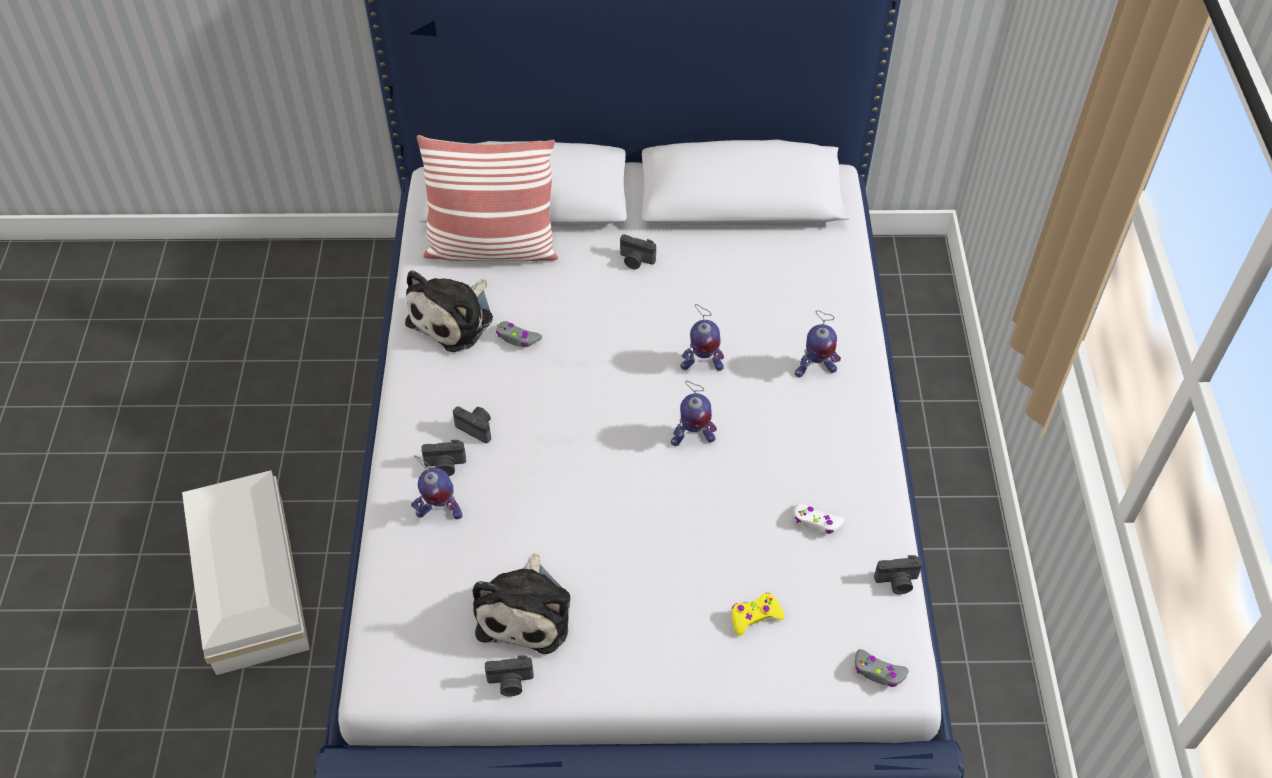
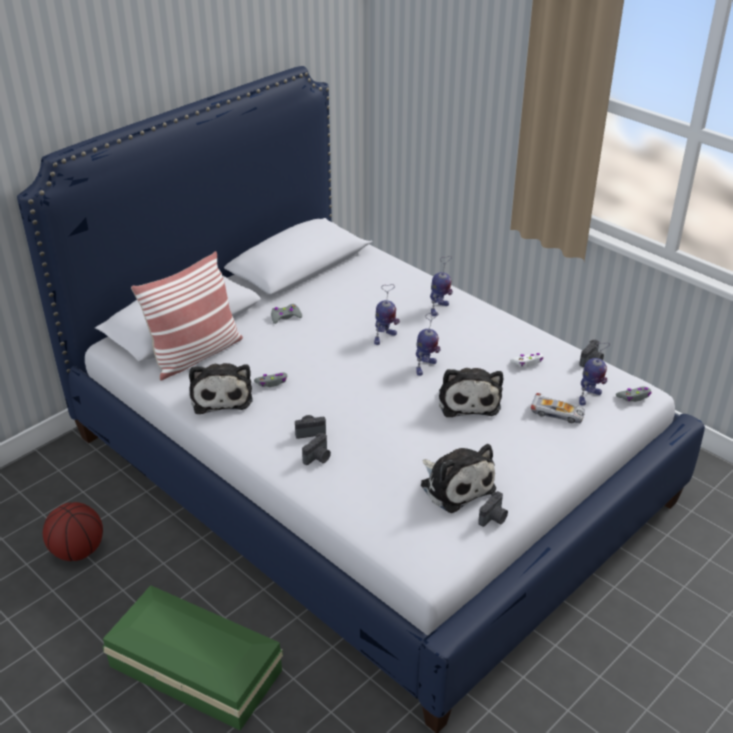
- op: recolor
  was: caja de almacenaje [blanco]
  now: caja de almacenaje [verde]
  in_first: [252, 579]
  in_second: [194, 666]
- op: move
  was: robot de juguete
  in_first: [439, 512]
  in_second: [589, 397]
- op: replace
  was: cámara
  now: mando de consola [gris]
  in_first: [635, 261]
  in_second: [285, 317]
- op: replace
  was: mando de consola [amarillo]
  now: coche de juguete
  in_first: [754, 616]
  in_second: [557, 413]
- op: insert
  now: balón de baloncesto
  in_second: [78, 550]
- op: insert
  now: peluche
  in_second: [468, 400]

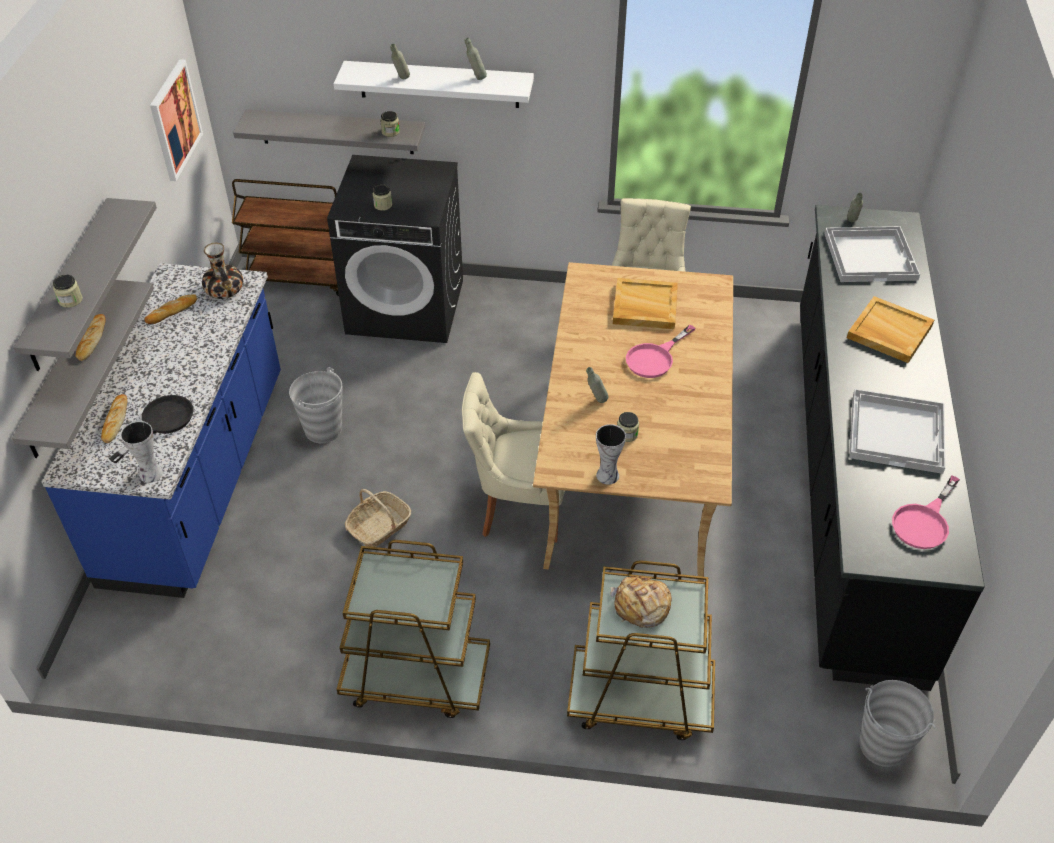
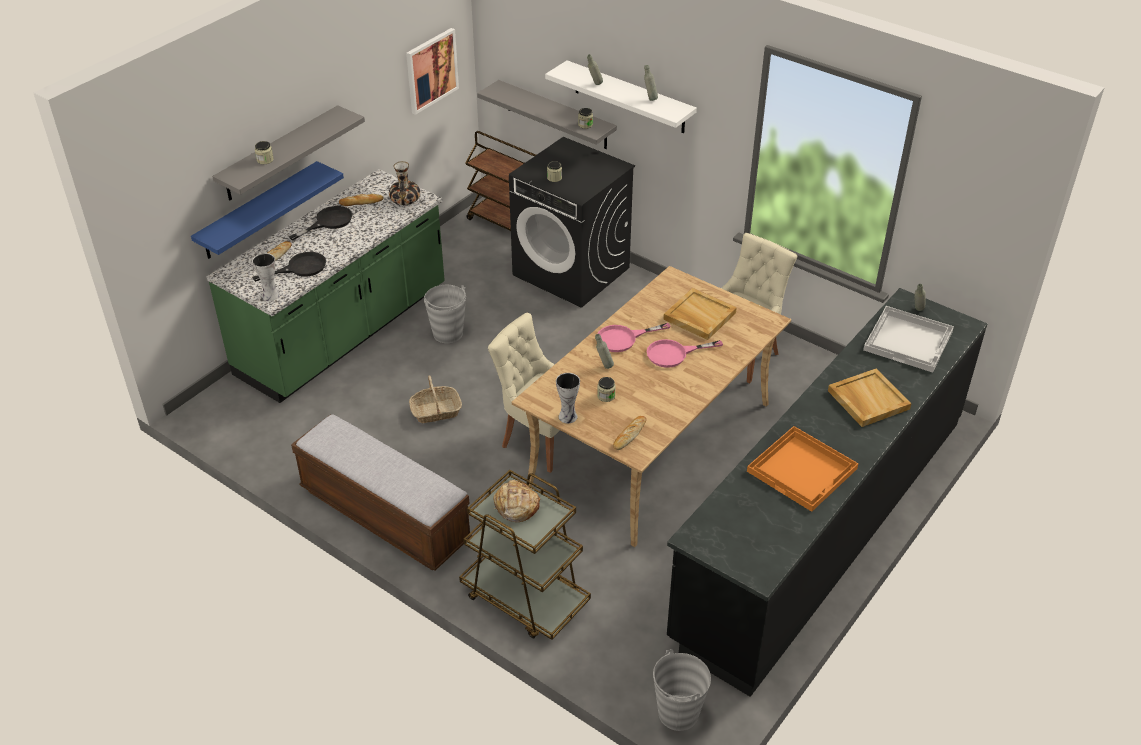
- op: recolor
  was: estante [gris]
  now: estante [azul]
  in_first: [67, 370]
  in_second: [259, 211]
- op: recolor
  was: mueble bajo de cocina [azul]
  now: mueble bajo de cocina [verde]
  in_first: [198, 477]
  in_second: [344, 332]
- op: move
  was: pan
  in_first: [91, 340]
  in_second: [629, 435]
- op: replace
  was: carrito [marrón]
  now: banco
  in_first: [415, 677]
  in_second: [384, 515]
- op: recolor
  was: bandeja [blanco]
  now: bandeja [naranja]
  in_first: [897, 432]
  in_second: [803, 470]
- op: move
  was: sartén [rosa]
  in_first: [924, 522]
  in_second: [623, 338]
- op: insert
  now: sartén [negro]
  in_second: [328, 222]

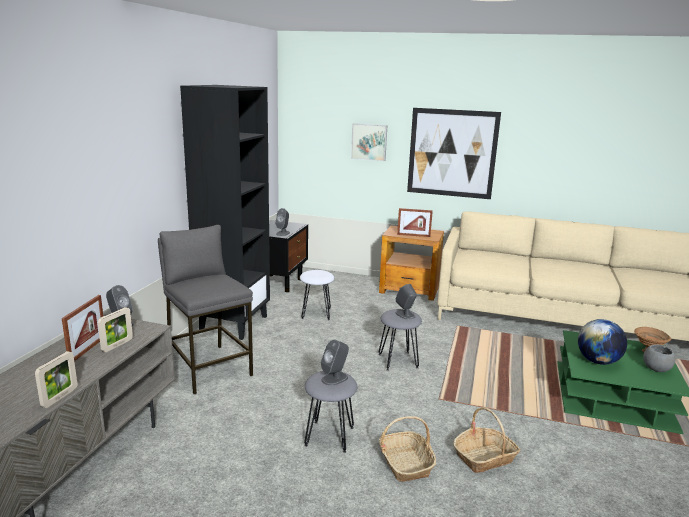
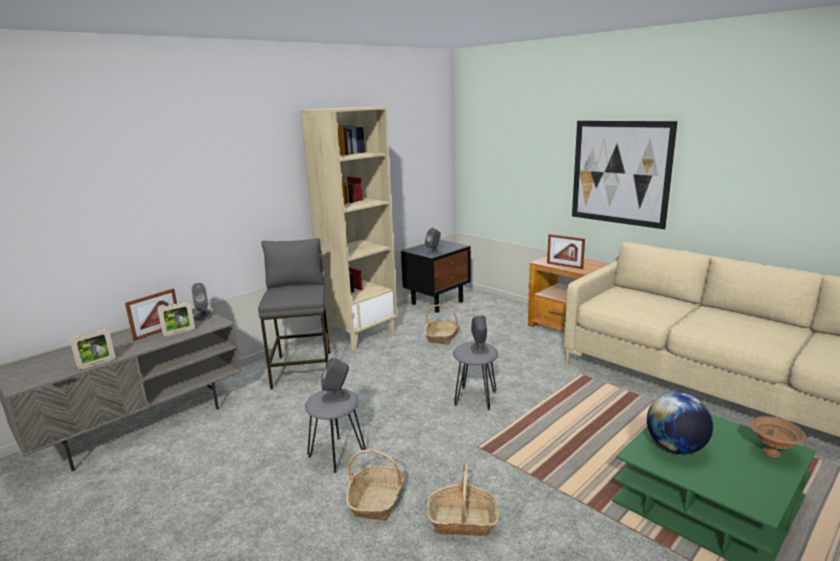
- op: recolor
  was: estantería [negro]
  now: estantería [beis]
  in_first: [233, 323]
  in_second: [360, 334]
- op: replace
  was: taburete [blanco]
  now: cesta
  in_first: [316, 313]
  in_second: [442, 336]
- op: delete
  was: cuadro
  in_first: [369, 142]
- op: delete
  was: cuenco [gris]
  in_first: [656, 369]

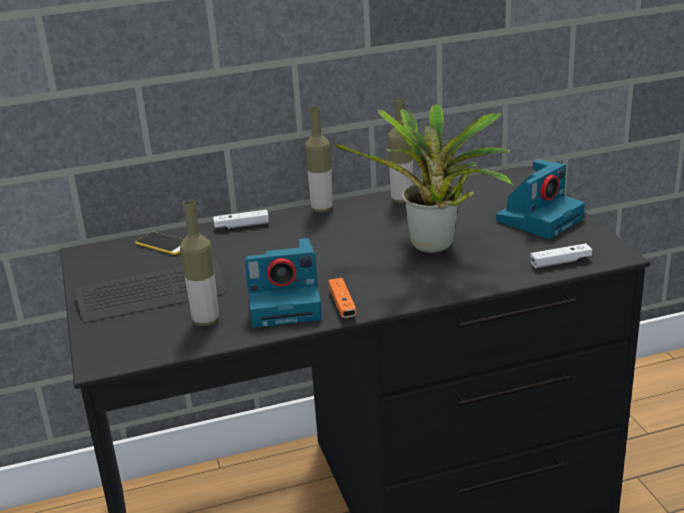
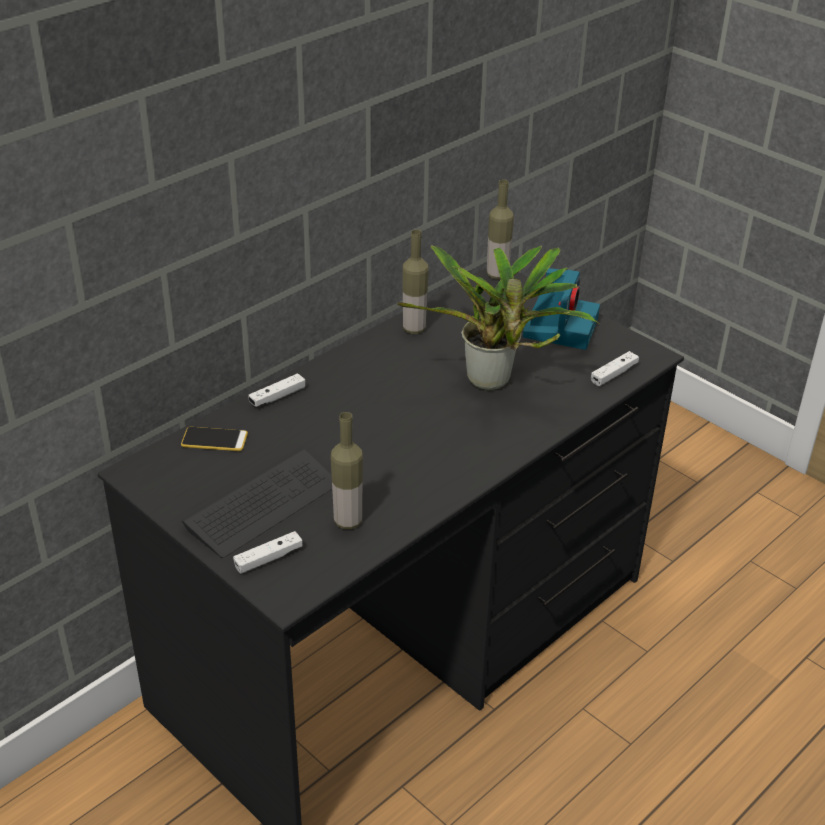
- op: delete
  was: cámara
  in_first: [286, 303]
- op: move
  was: botella
  in_first: [322, 209]
  in_second: [497, 275]
- op: delete
  was: mando de consola [naranja]
  in_first: [342, 305]
- op: insert
  now: mando de consola [blanco]
  in_second: [268, 558]

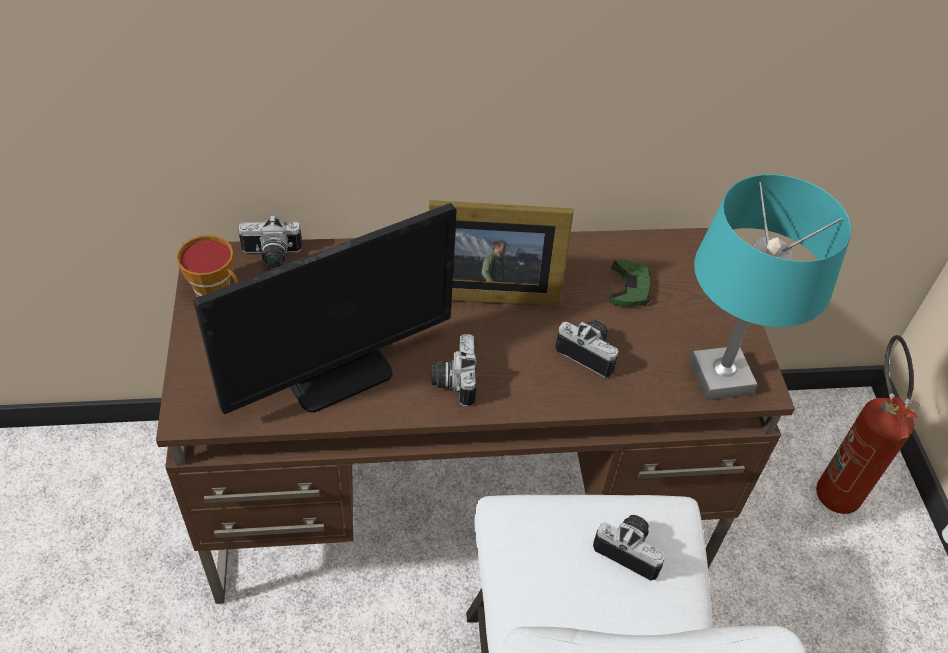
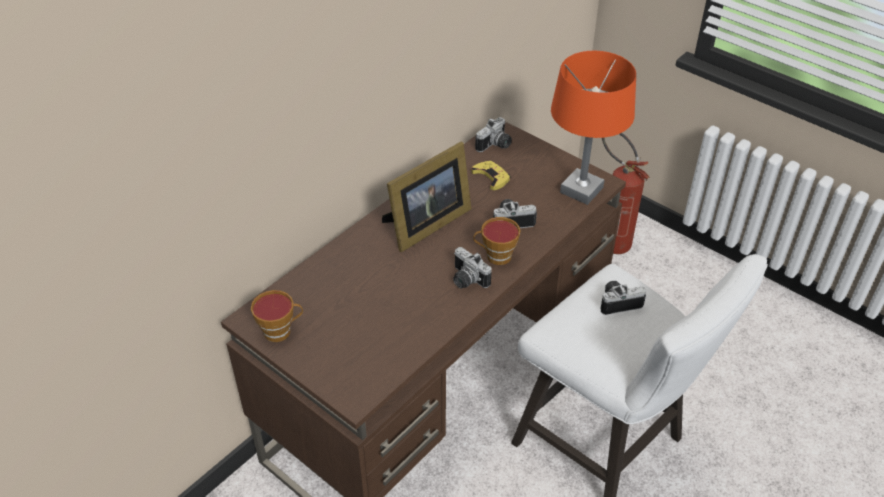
- op: delete
  was: monitor
  in_first: [338, 373]
- op: move
  was: cámara
  in_first: [271, 256]
  in_second: [495, 145]
- op: recolor
  was: mando de consola [verde]
  now: mando de consola [amarillo]
  in_first: [629, 287]
  in_second: [491, 177]
- op: recolor
  was: lámpara de mesa [turquesa]
  now: lámpara de mesa [naranja]
  in_first: [721, 378]
  in_second: [581, 190]
- op: insert
  now: taza
  in_second: [495, 256]

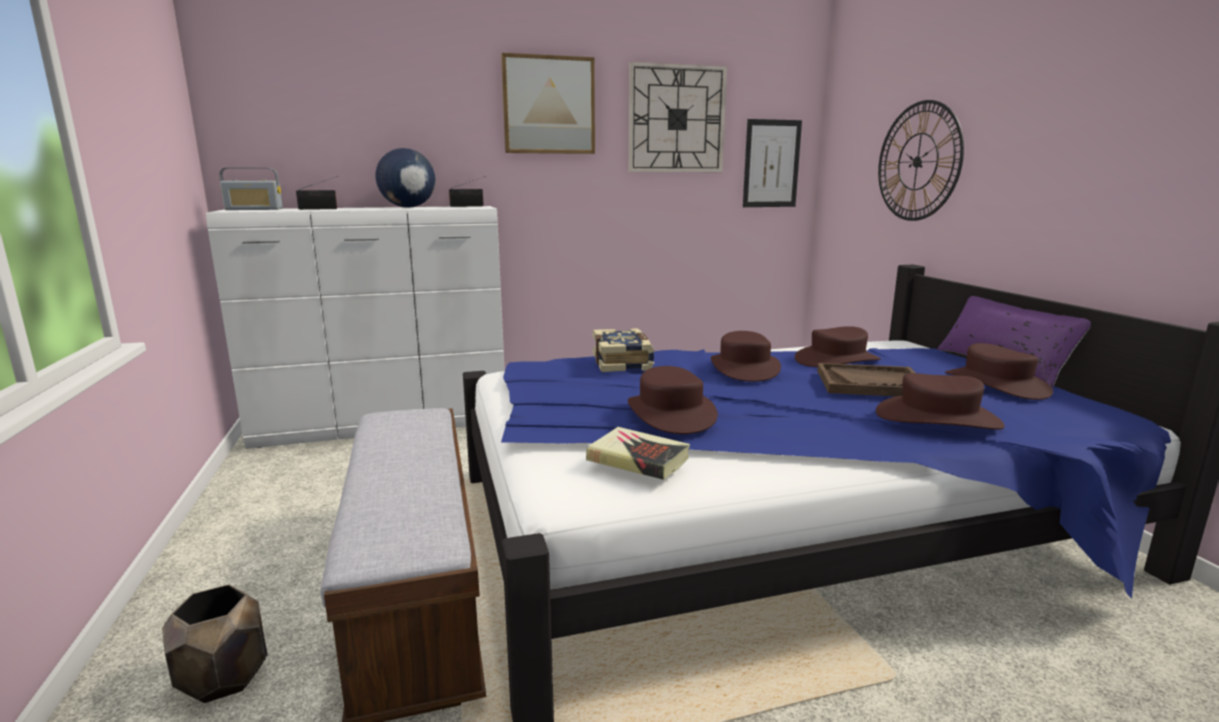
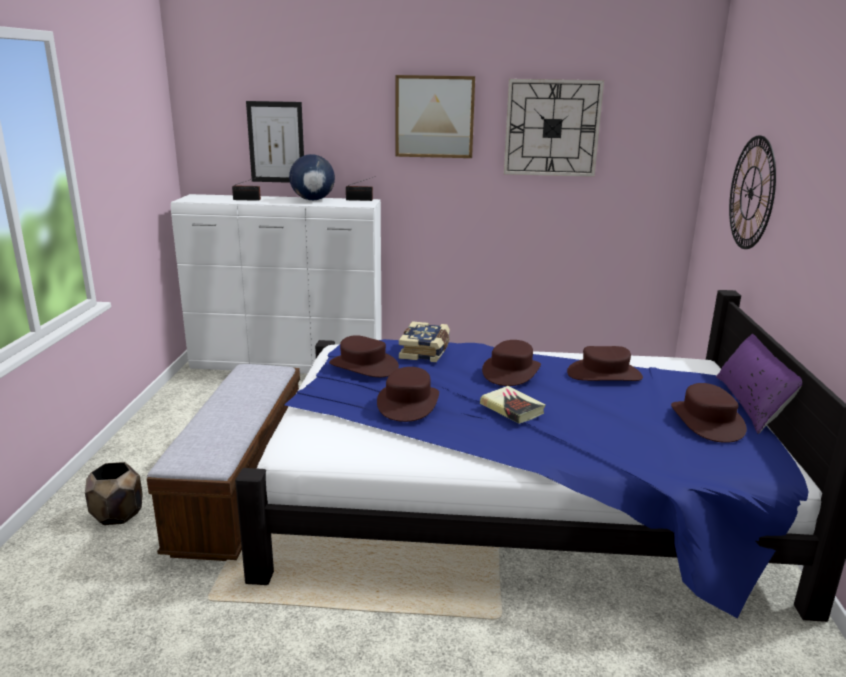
- op: delete
  was: radio
  in_first: [254, 209]
- op: move
  was: libro
  in_first: [638, 459]
  in_second: [512, 408]
- op: move
  was: cuadro
  in_first: [771, 164]
  in_second: [276, 142]
- op: delete
  was: bandeja [marrón]
  in_first: [870, 383]
- op: move
  was: sombrero [marrón]
  in_first: [937, 418]
  in_second: [363, 366]

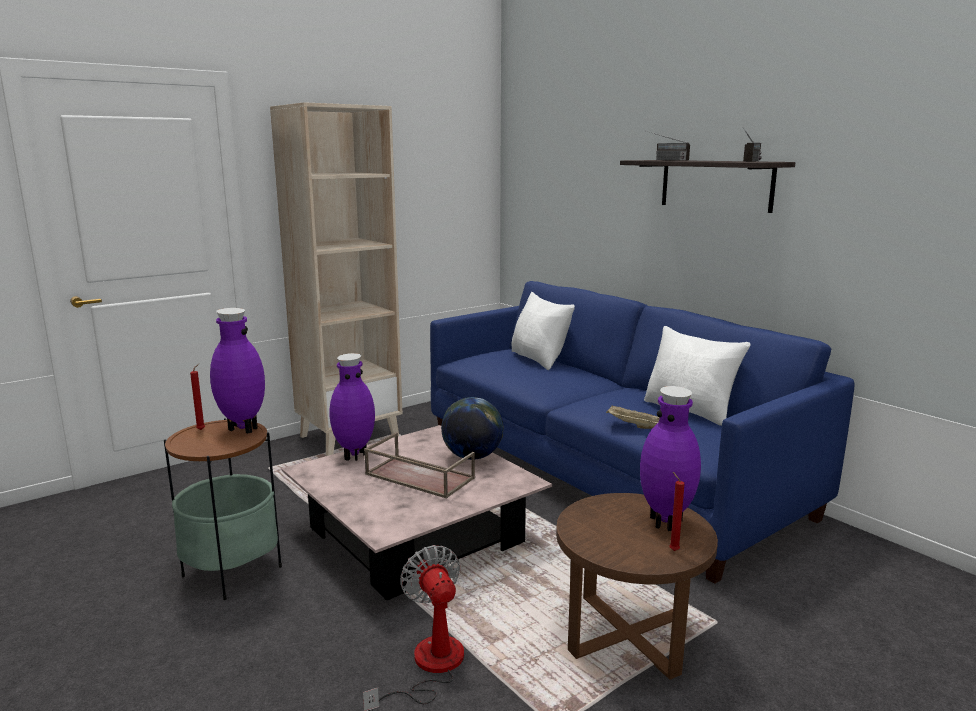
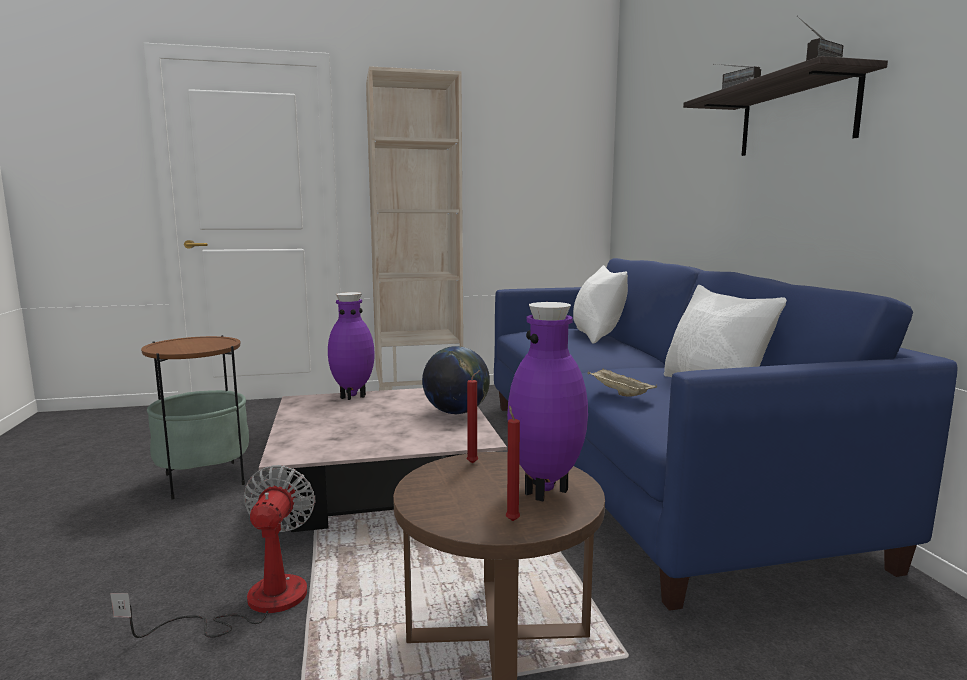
- op: move
  was: vela [rojo]
  in_first: [202, 429]
  in_second: [474, 463]
- op: delete
  was: florero [morado]
  in_first: [241, 429]
- op: delete
  was: bandeja [marrón]
  in_first: [418, 476]

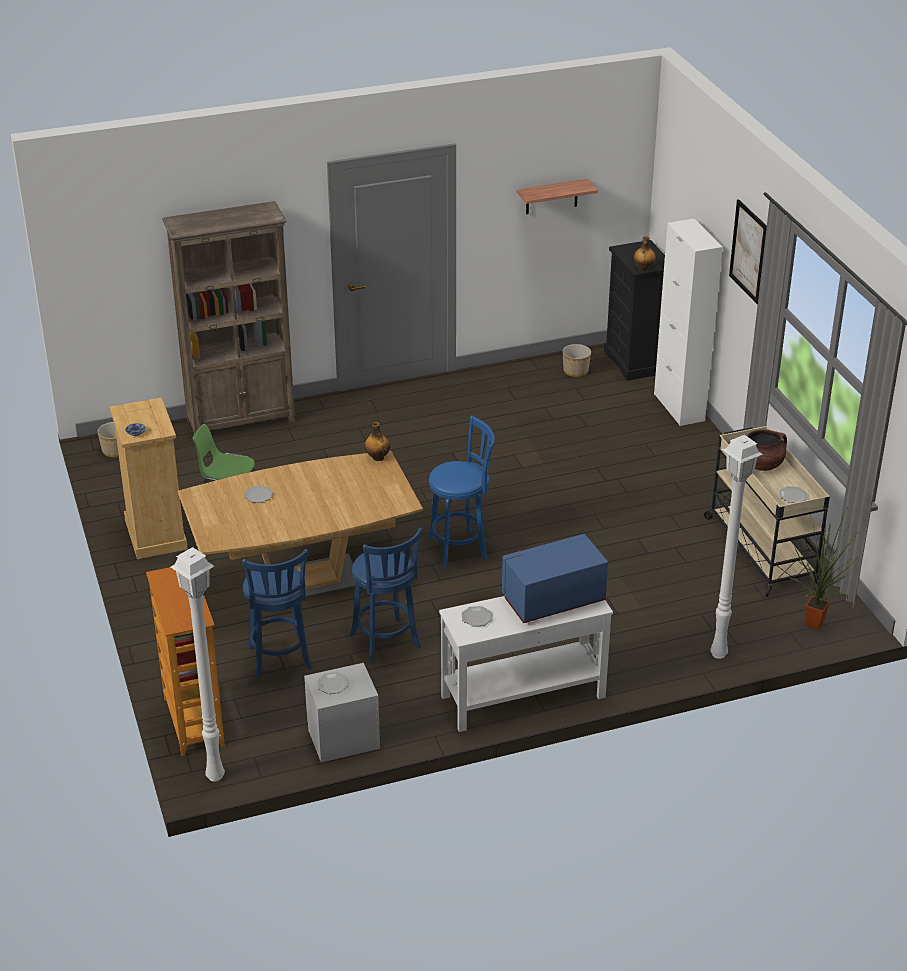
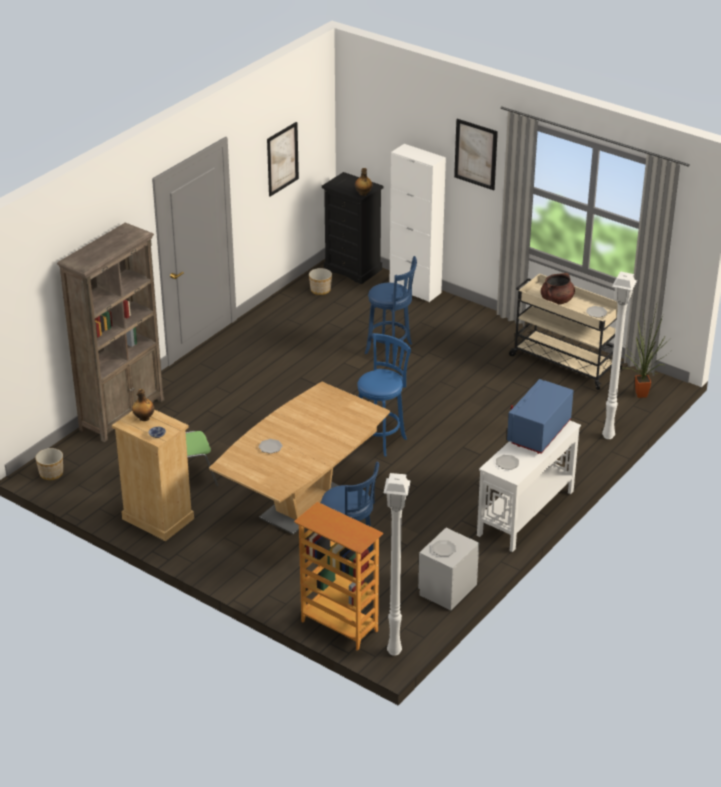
- op: move
  was: taburete [azul]
  in_first: [386, 643]
  in_second: [391, 349]
- op: move
  was: botella
  in_first: [377, 457]
  in_second: [144, 418]
- op: replace
  was: estante
  now: cuadro
  in_first: [551, 196]
  in_second: [282, 159]

